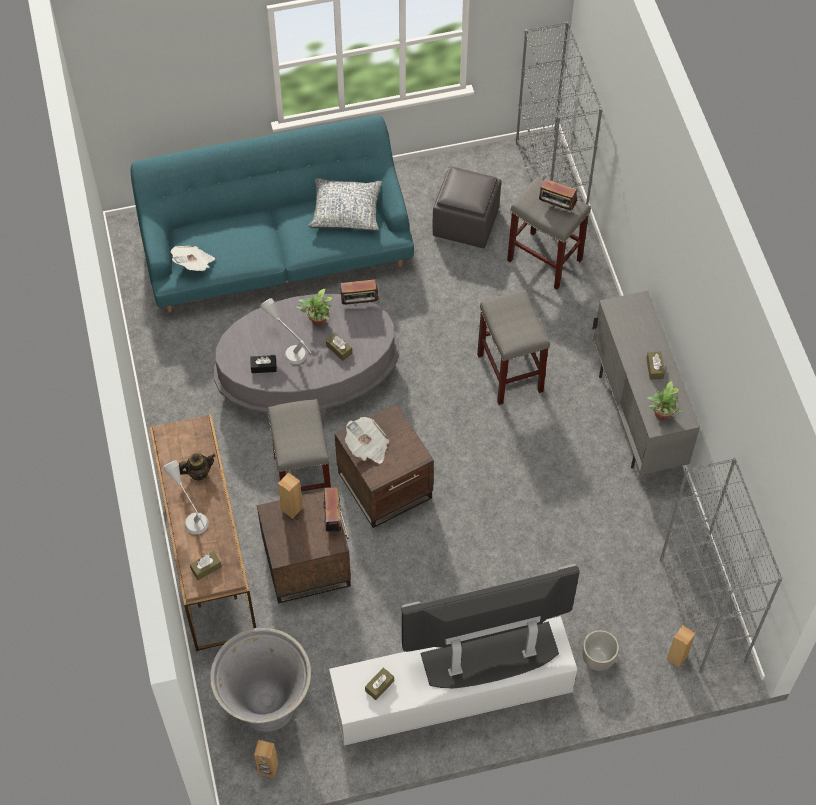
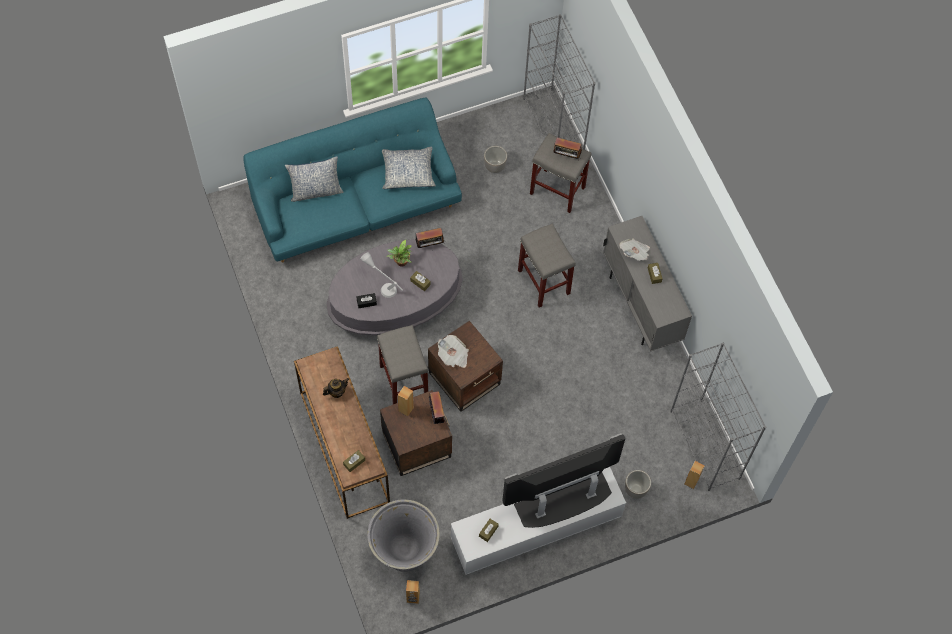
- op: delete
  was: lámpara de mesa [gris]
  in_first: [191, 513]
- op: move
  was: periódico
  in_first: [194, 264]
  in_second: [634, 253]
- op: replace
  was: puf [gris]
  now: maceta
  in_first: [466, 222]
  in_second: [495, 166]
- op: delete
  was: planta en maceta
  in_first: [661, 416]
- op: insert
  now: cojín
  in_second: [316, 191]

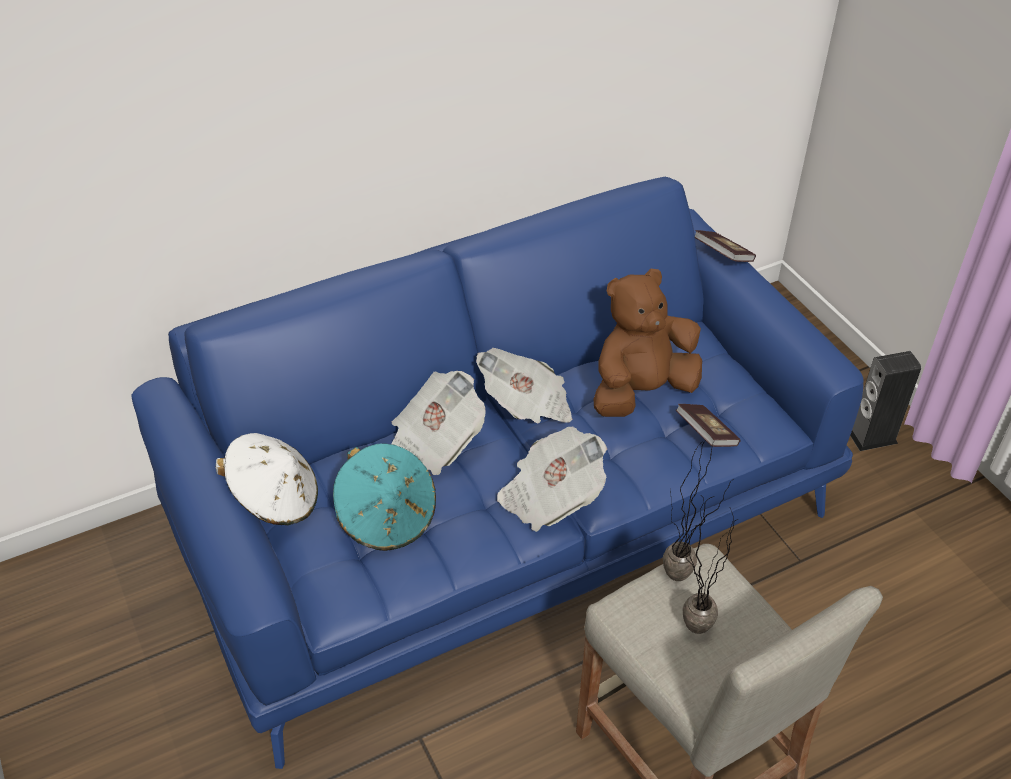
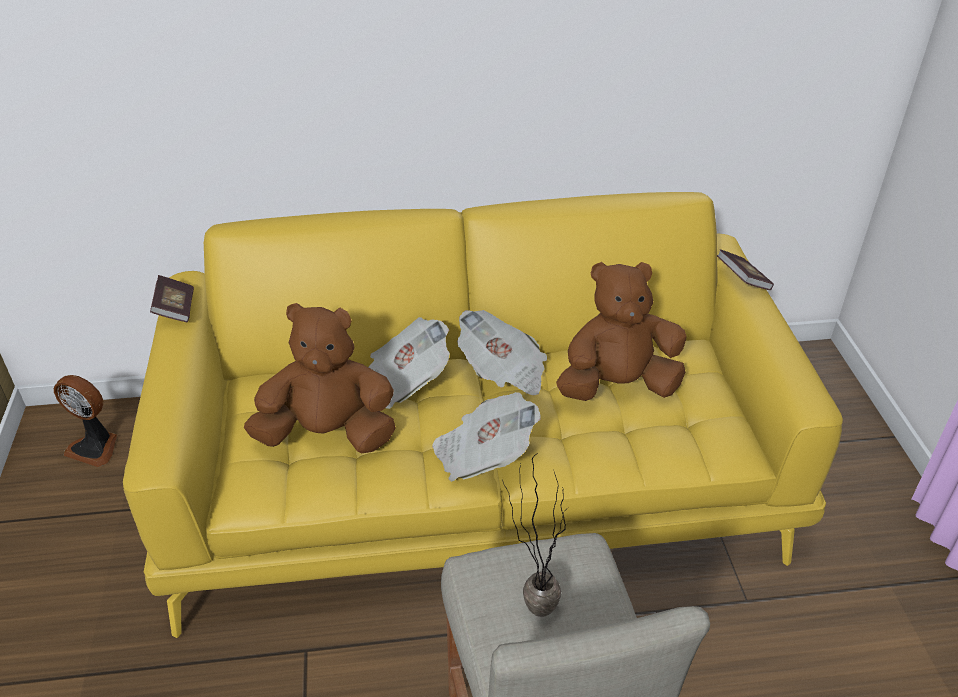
- op: recolor
  was: sofá [azul]
  now: sofá [amarillo]
  in_first: [505, 512]
  in_second: [478, 475]
- op: delete
  was: sombrero [blanco]
  in_first: [275, 499]
- op: replace
  was: sombrero [turquesa]
  now: peluche [marrón]
  in_first: [387, 517]
  in_second: [328, 434]
- op: delete
  was: planta en maceta
  in_first: [683, 583]
- op: move
  was: libro
  in_first: [706, 434]
  in_second: [175, 309]
- op: delete
  was: altavoz
  in_first: [872, 437]
- op: insert
  now: ventilador
  in_second: [95, 447]

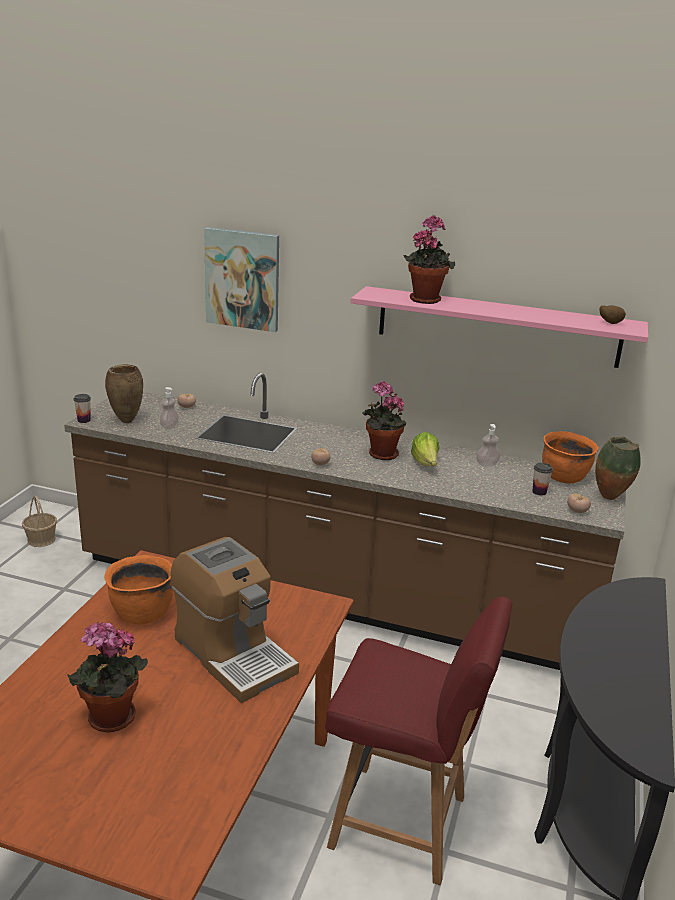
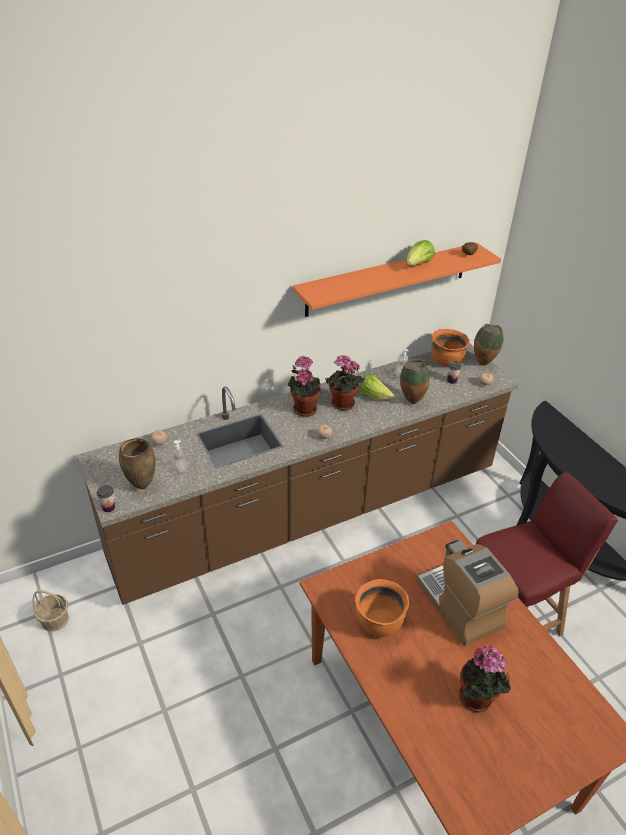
- op: rotate
  was: cafetera
  in_first: [233, 654]
  in_second: [460, 605]
  clockwise: -120
- op: delete
  was: cuadro
  in_first: [242, 279]
- op: recolor
  was: estante [rosa]
  now: estante [naranja]
  in_first: [497, 326]
  in_second: [388, 279]
- op: move
  was: planta en maceta
  in_first: [425, 299]
  in_second: [303, 408]
- op: insert
  now: florero
  in_second: [411, 401]
- op: insert
  now: lechuga
  in_second: [417, 265]

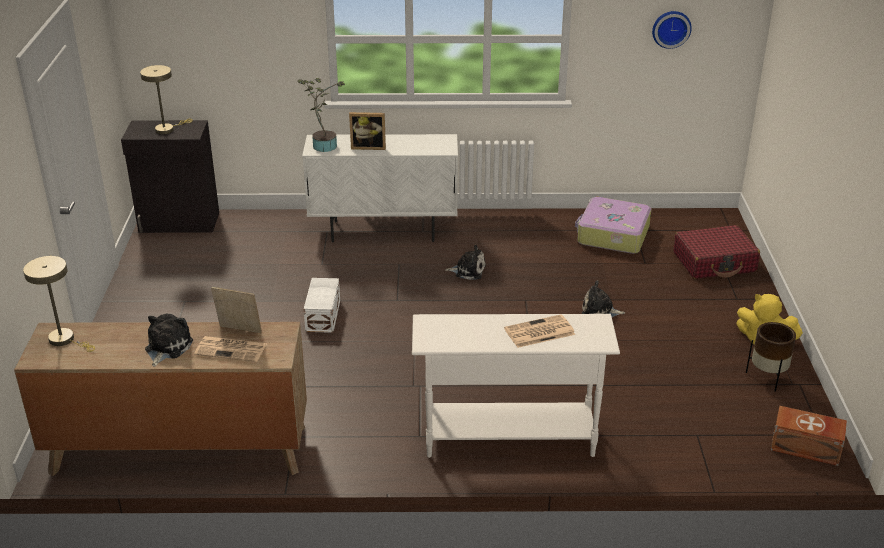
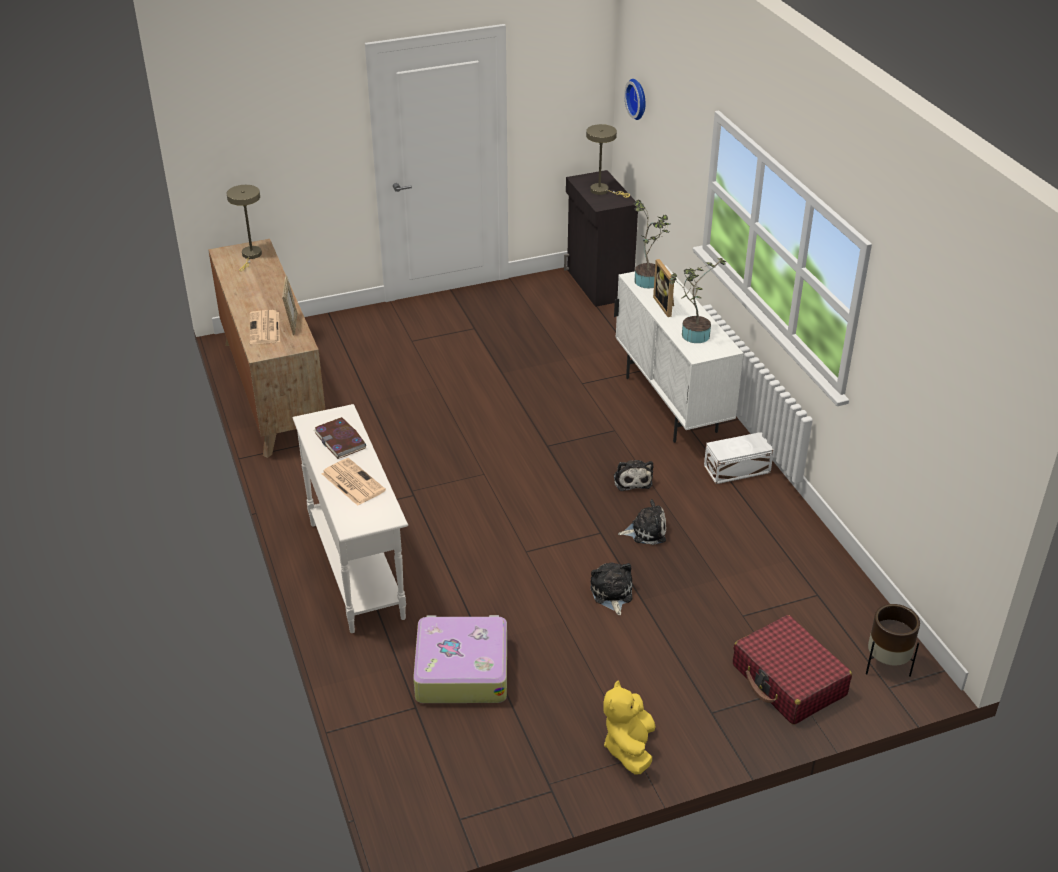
- op: move
  was: peluche
  in_first: [167, 347]
  in_second: [646, 531]
- op: move
  was: caja de almacenaje [blanco]
  in_first: [324, 315]
  in_second: [738, 469]
- op: move
  was: maleta
  in_first: [612, 235]
  in_second: [461, 670]
- op: move
  was: reloj de pared
  in_first: [671, 28]
  in_second: [638, 98]
- op: move
  was: maceta [marrón]
  in_first: [767, 378]
  in_second: [885, 665]
- op: delete
  was: caja de almacenaje [marrón]
  in_first: [806, 448]
- op: insert
  now: libro
  in_second: [340, 440]
- op: insert
  now: planta en maceta
  in_second: [692, 334]

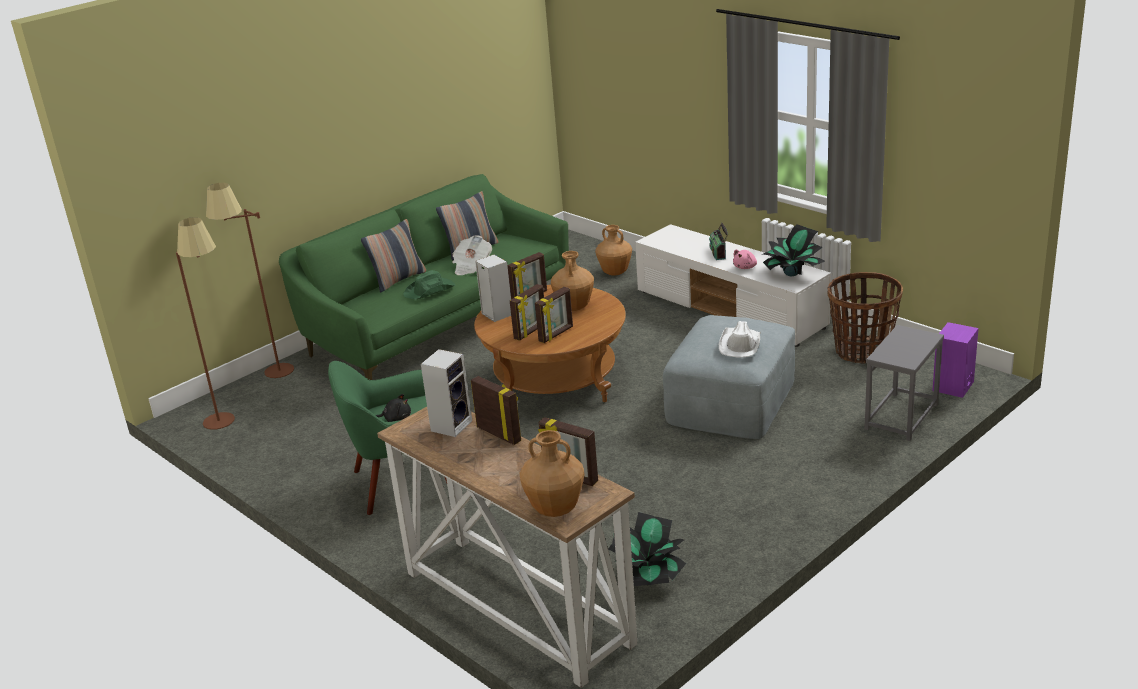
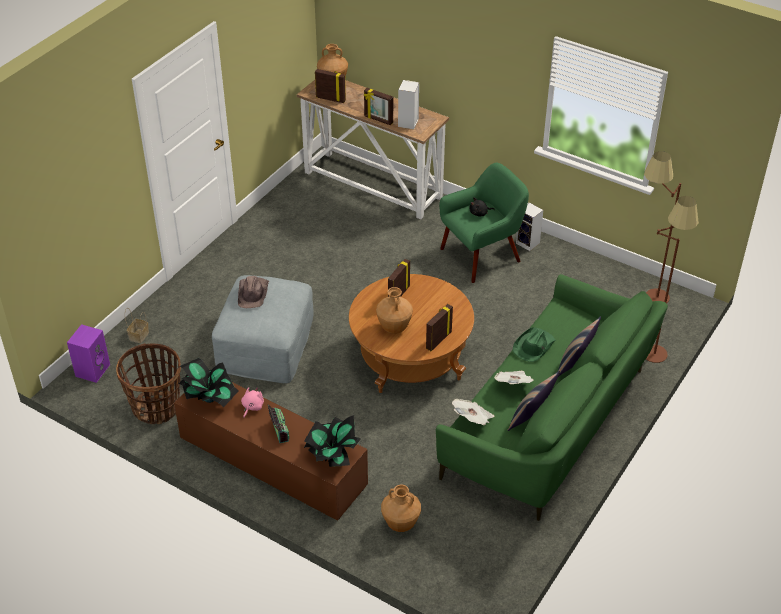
- op: move
  was: altavoz
  in_first: [496, 314]
  in_second: [528, 243]
- op: delete
  was: portarretratos
  in_first: [531, 331]
- op: move
  was: planta en maceta
  in_first: [649, 575]
  in_second: [332, 455]
- op: recolor
  was: mueble de televisión [blanco]
  now: mueble de televisión [marrón]
  in_first: [731, 310]
  in_second: [271, 462]
- op: recolor
  was: sombrero [blanco]
  now: sombrero [marrón]
  in_first: [740, 344]
  in_second: [253, 293]
- op: replace
  was: mesa auxiliar [gris]
  now: cesta
  in_first: [902, 417]
  in_second: [139, 335]
- op: insert
  now: periódico
  in_second: [473, 419]

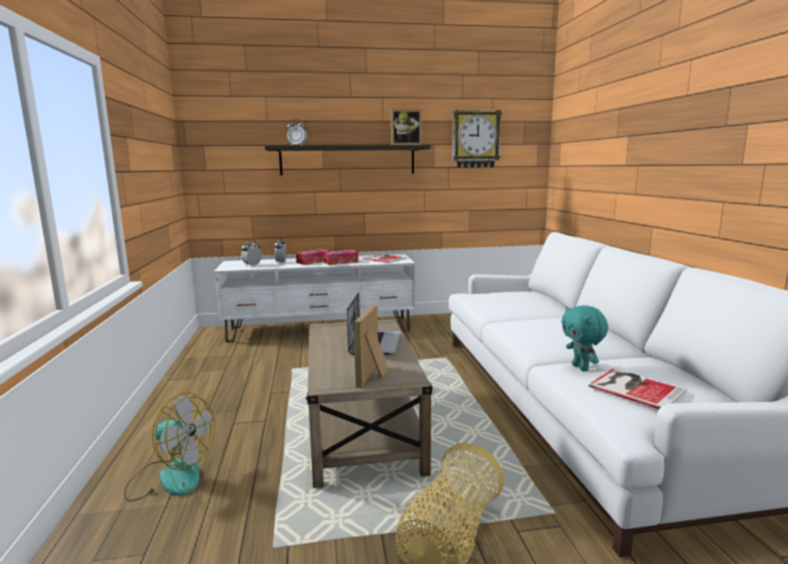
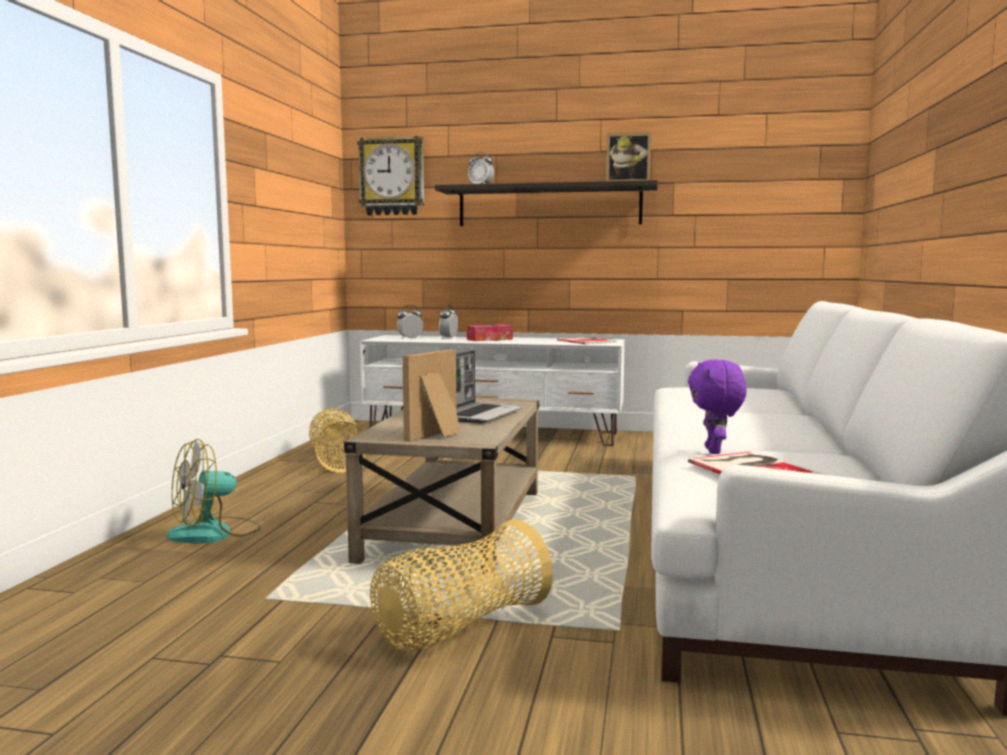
- op: rotate
  was: ventilador
  in_first: [170, 477]
  in_second: [215, 533]
  clockwise: 105
- op: delete
  was: caja de pañuelos
  in_first: [341, 262]
- op: move
  was: reloj de pared
  in_first: [475, 139]
  in_second: [392, 177]
- op: recolor
  was: peluche [turquesa]
  now: peluche [morado]
  in_first: [581, 368]
  in_second: [715, 451]
- op: insert
  now: cesta
  in_second: [337, 461]

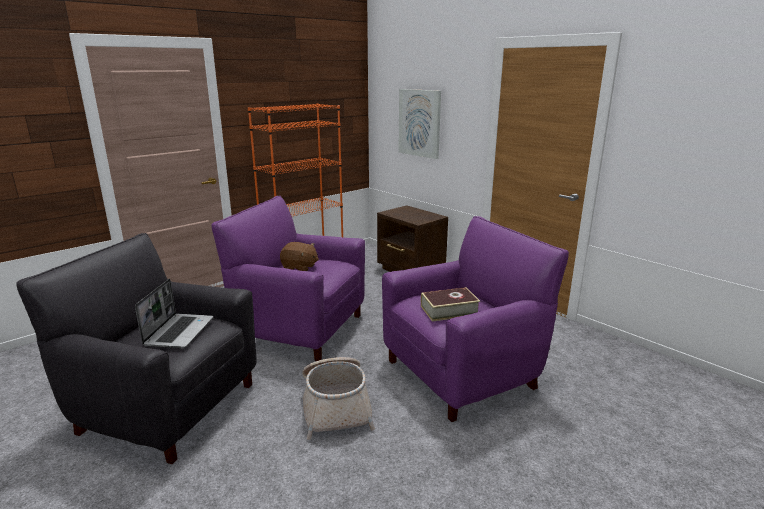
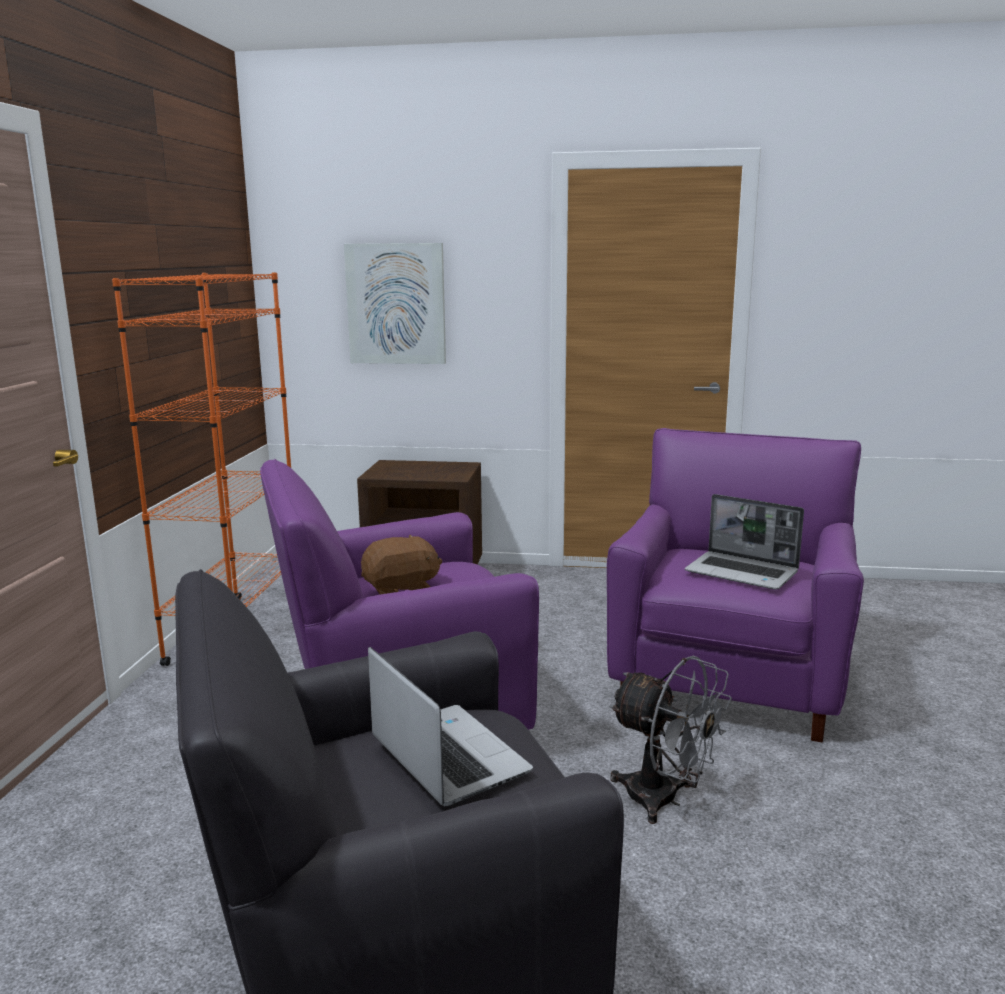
- op: replace
  was: cesta
  now: ventilador [gris]
  in_first: [336, 406]
  in_second: [664, 800]
- op: replace
  was: libro
  now: portátil
  in_first: [449, 310]
  in_second: [743, 573]

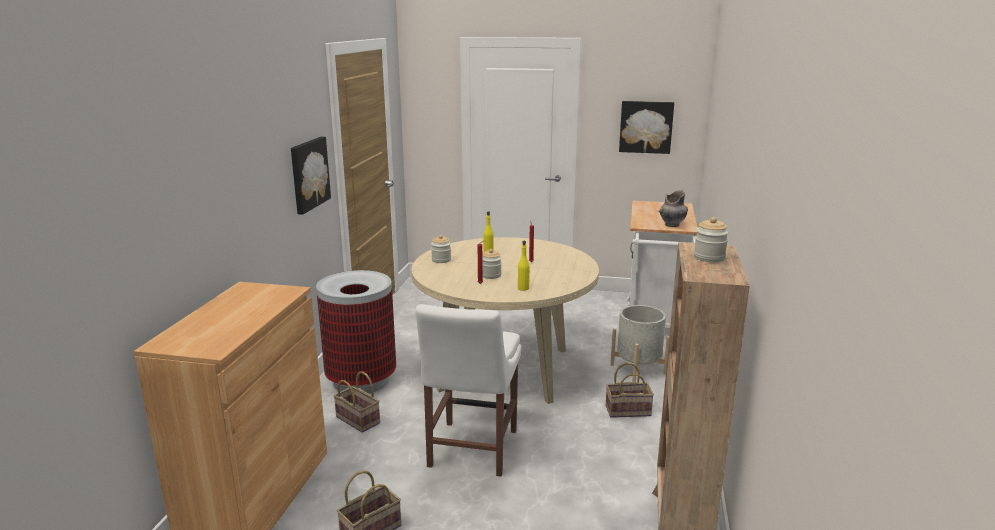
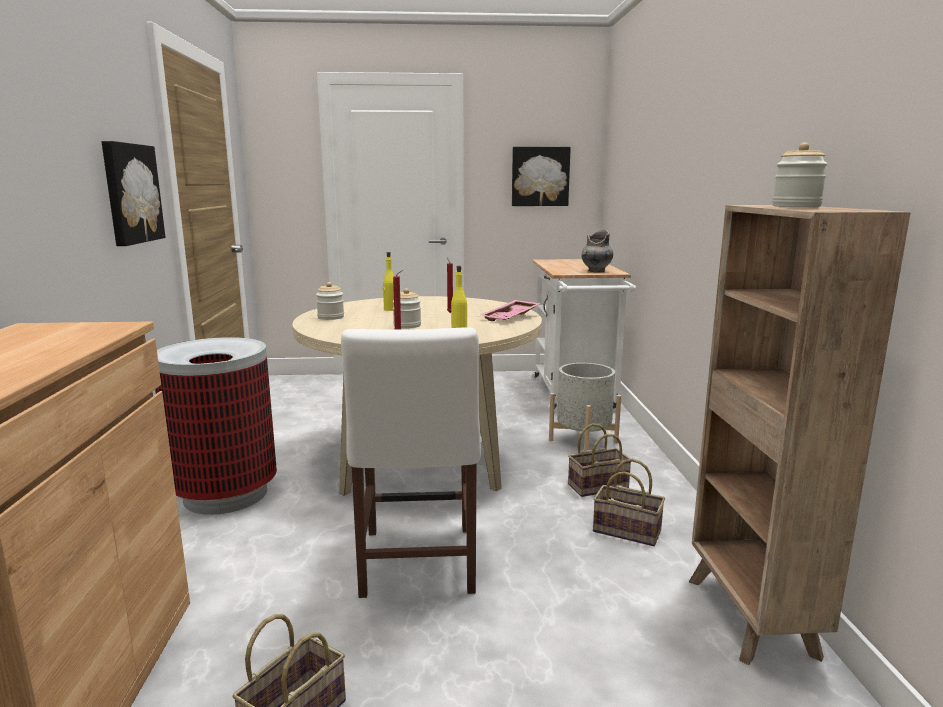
- op: move
  was: cesta
  in_first: [359, 420]
  in_second: [628, 531]
- op: insert
  now: bandeja [rosa]
  in_second: [511, 318]

